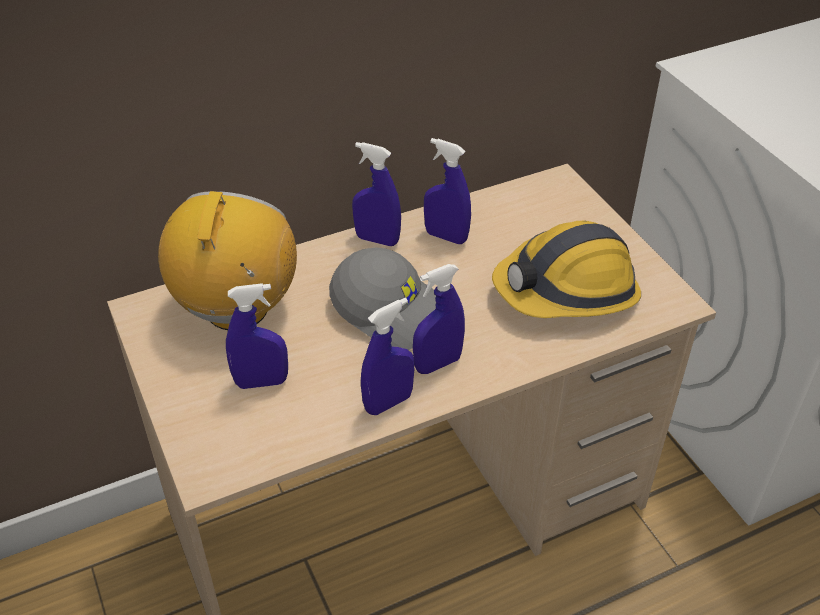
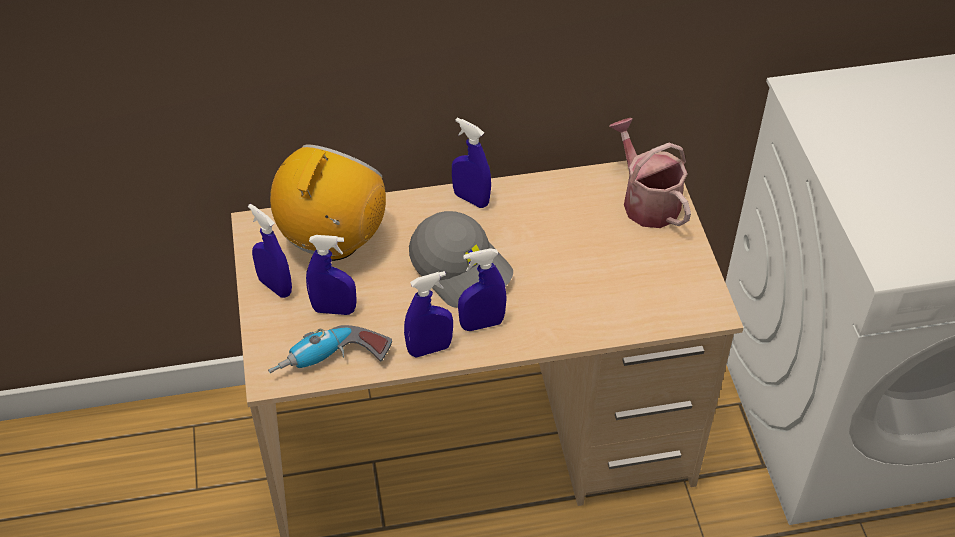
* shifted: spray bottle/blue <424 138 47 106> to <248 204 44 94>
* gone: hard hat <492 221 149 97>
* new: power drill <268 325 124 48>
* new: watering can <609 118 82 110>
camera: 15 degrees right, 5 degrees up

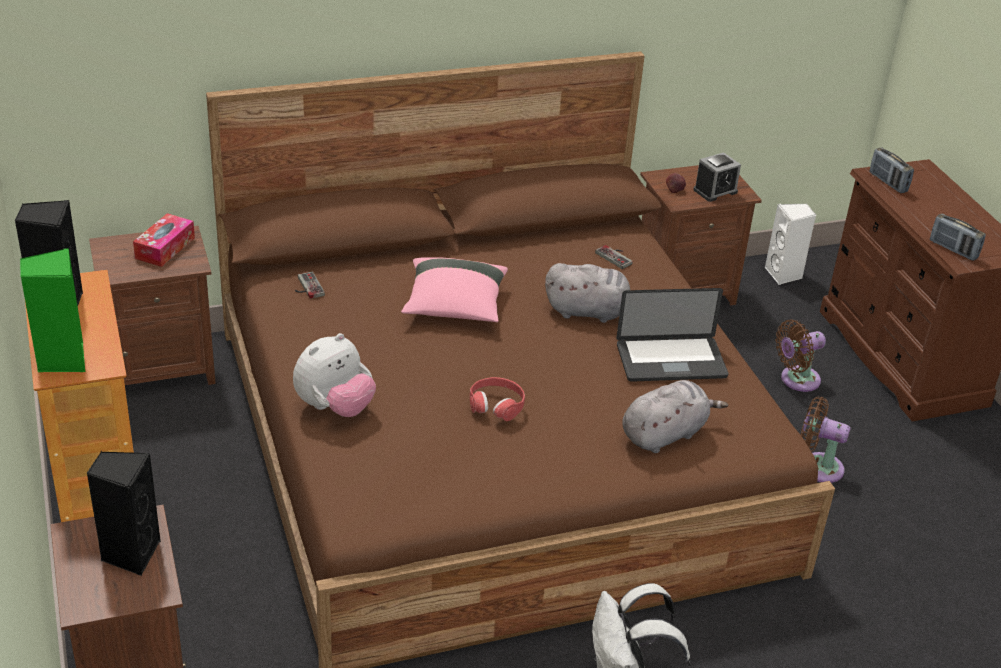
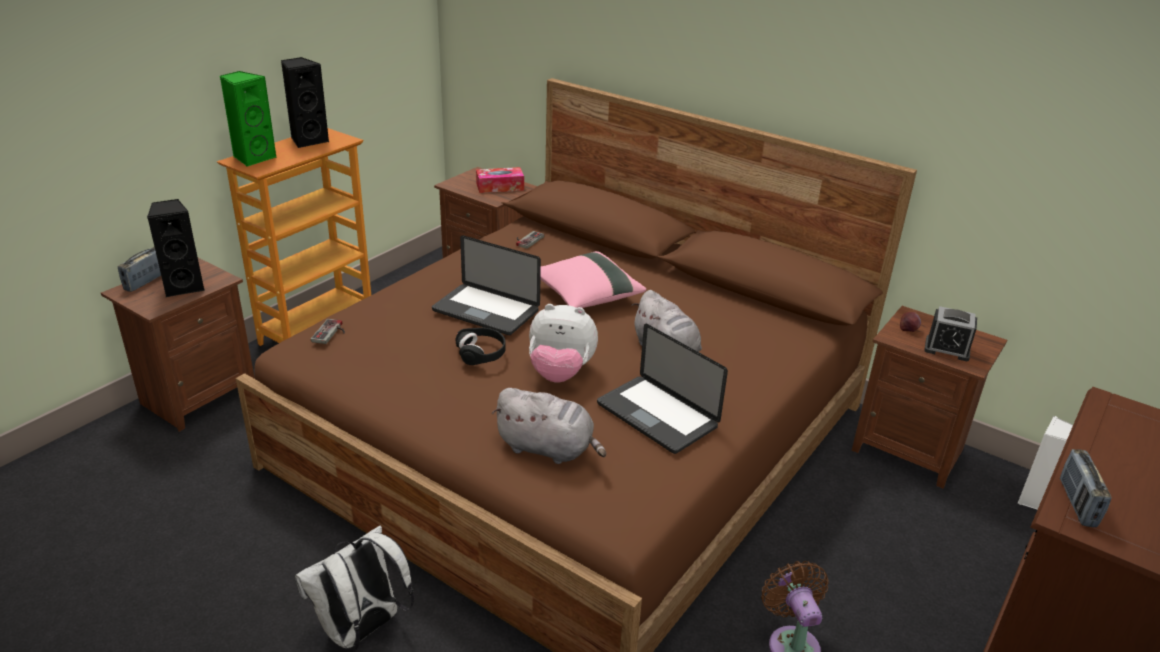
* shifted: plush toy <293 333 83 84> to <529 304 69 78>
* repainted: headphones/red <470 377 55 44> to headphones/black <455 328 51 37>
* shifted: game controller <595 245 38 24> to <311 319 34 25>
* gone: fan/brown <775 319 51 73>
* shifted: radio <869 148 45 45> to <117 247 44 45>
* new: laptop <432 235 109 100>
camera: 55 degrees right, 5 degrees down

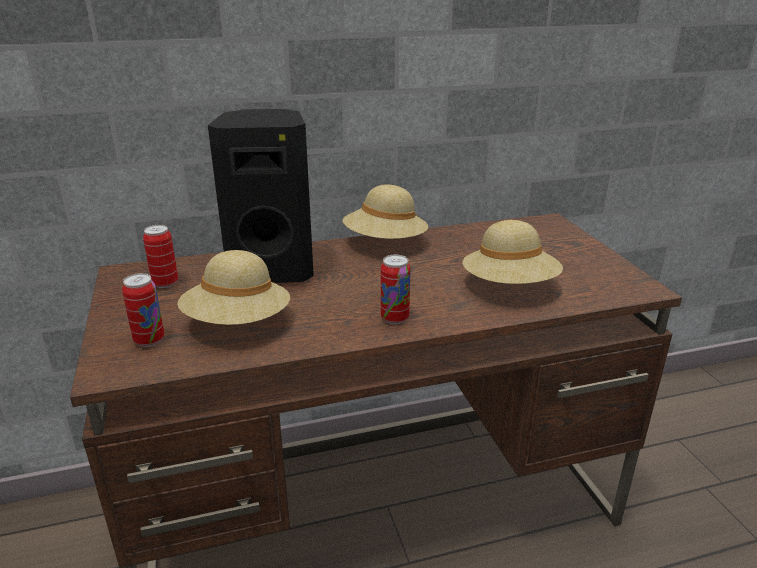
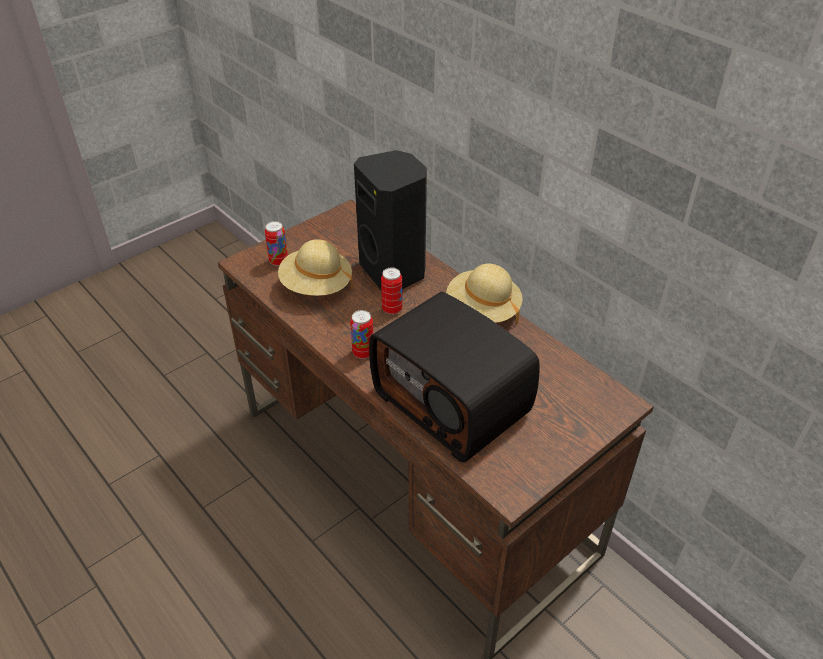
* shifted: can <143 225 35 63> to <381 267 22 48>
* swapped: hat/beige <463 220 100 64> to radio <369 292 171 170>
camera: 65 degrees right, 15 degrees up

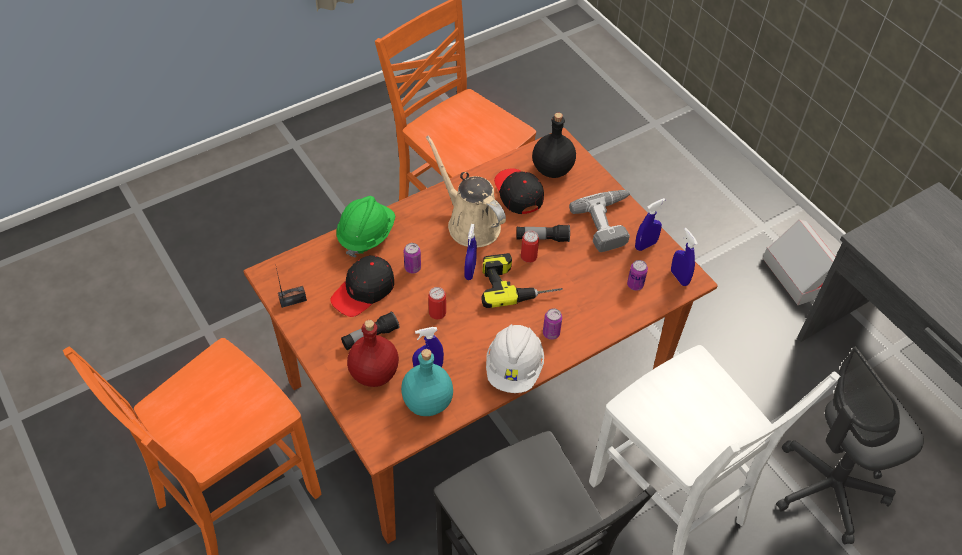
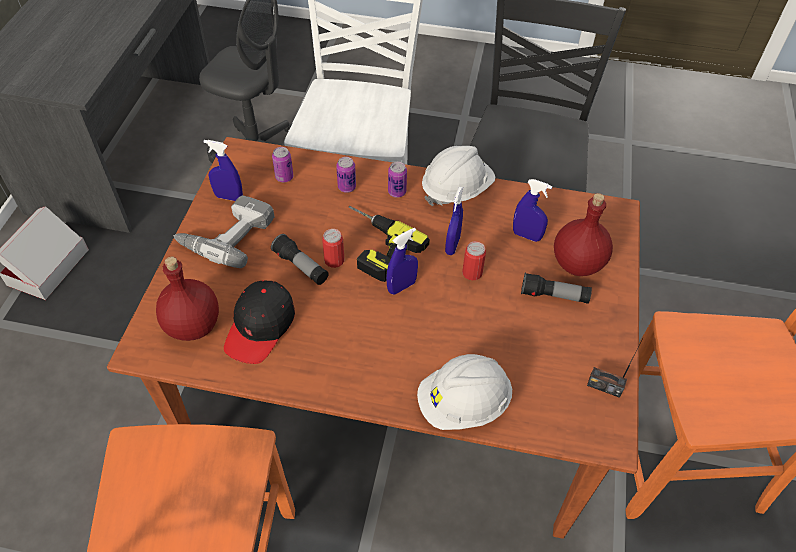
* gone: cap/black <330 255 64 62>
* repainted: hard hat/green <337 196 58 62> to hard hat/white <417 354 95 76>
* gone: bottle/turquoise <401 349 52 67>
* shifted: can <404 243 17 31> to <336 157 20 36>
* gone: watering can/beige <426 135 80 112>
* repainted: bottle/black <532 113 44 65> to bottle/red <156 256 63 85>
* shifted: spray bottle/blue <671 228 27 58> to <445 187 18 68>
camera: 135 degrees left, 0 degrees up

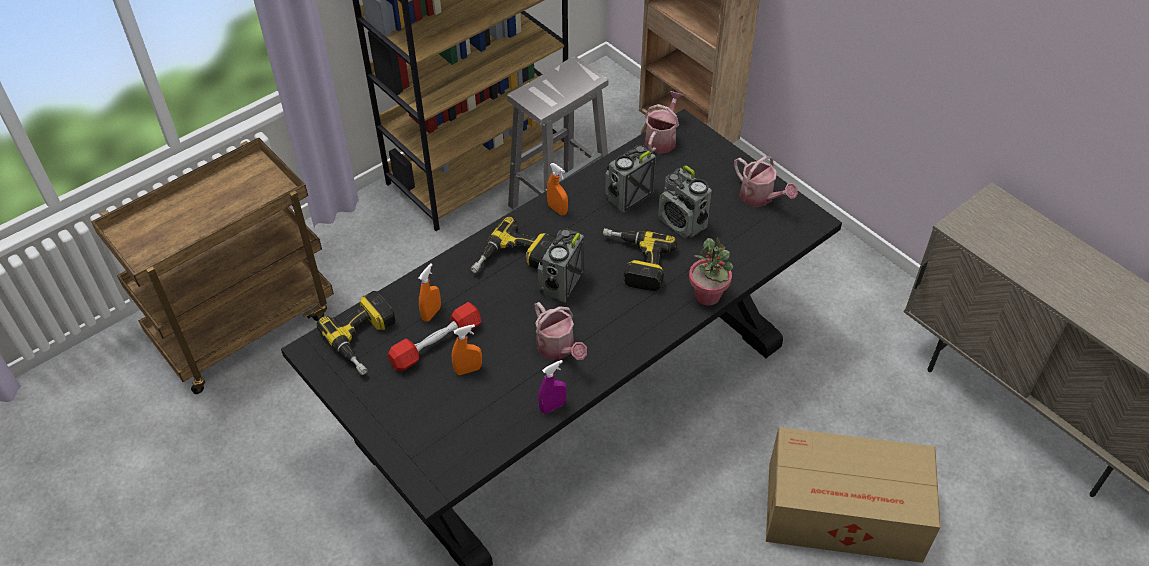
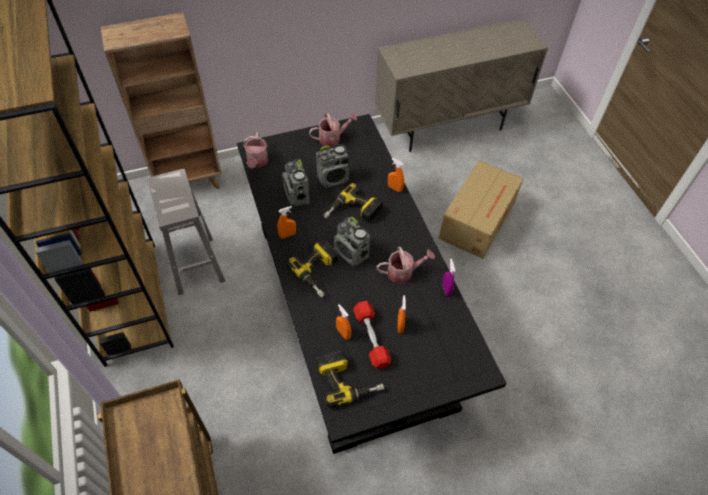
* rotated: watering can <645 91 38 62> = <243 133 25 35> 135 degrees counterclockwise
* swapped: potted plant <689 237 44 68> to spray bottle/orange <388 158 16 34>
camera: 70 degrees left, 5 degrees up

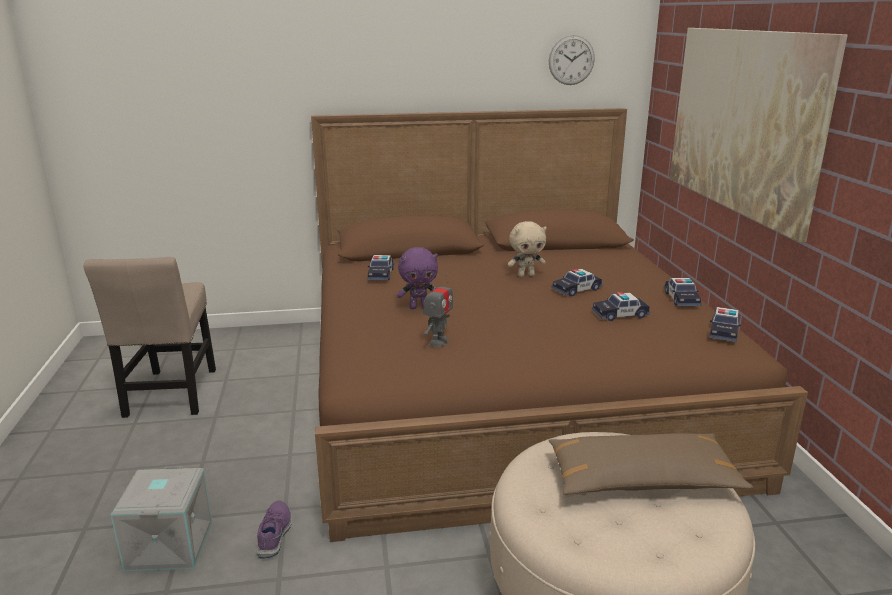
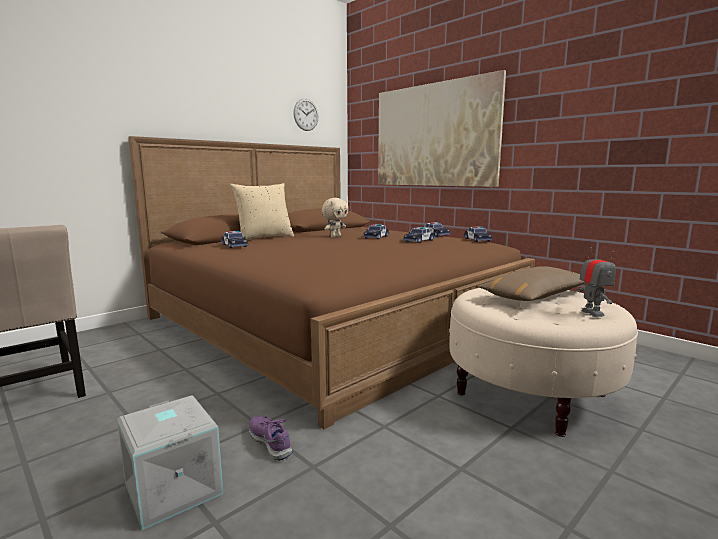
* gone: plush toy/purple <397 247 41 62>
* shifted: toy robot <423 274 30 73> to <577 247 39 70>
* new: pillow/beige <230 183 64 57>
camera: 35 degrees left, 10 degrees down

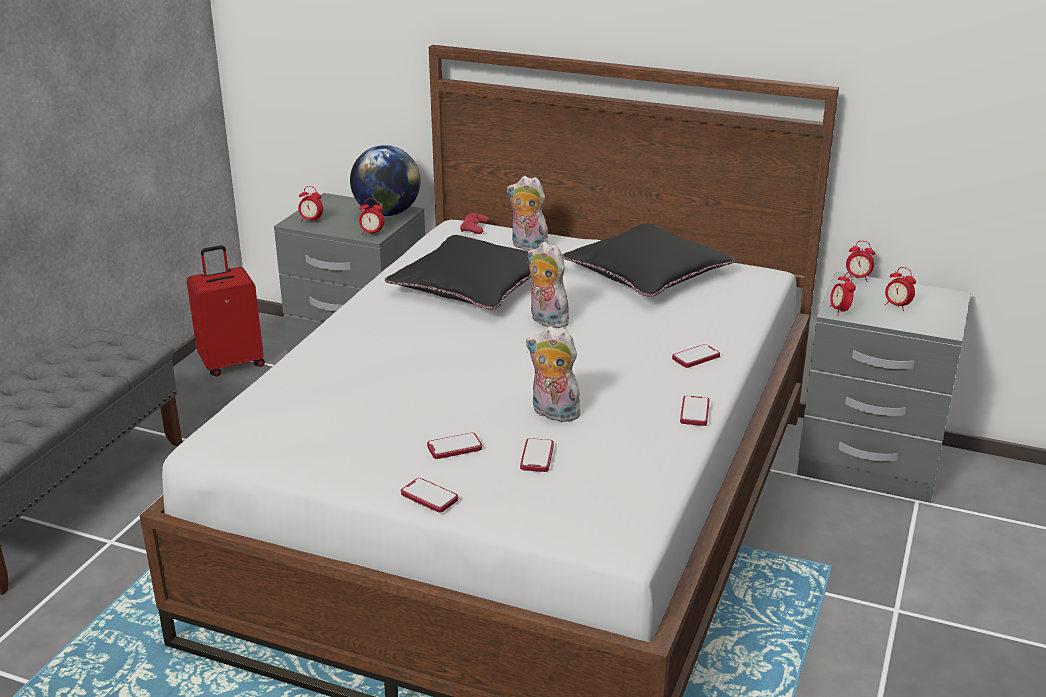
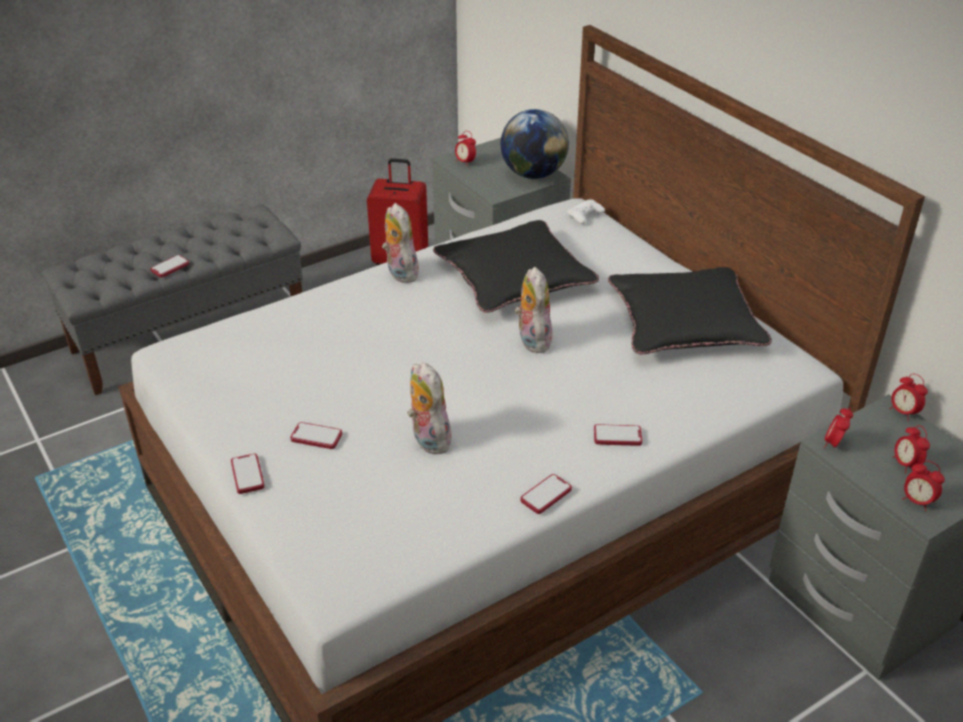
* shifted: alarm clock <359 198 25 38> to <902 460 43 51>
* repainted: game controller/red <460 213 29 21> to game controller/white <567 199 38 25>
* shifted: plush toy <507 176 41 75> to <382 203 37 80>
* shifted: phone <520 438 34 34> to <151 255 38 23>
camera: 35 degrees right, 10 degrees up

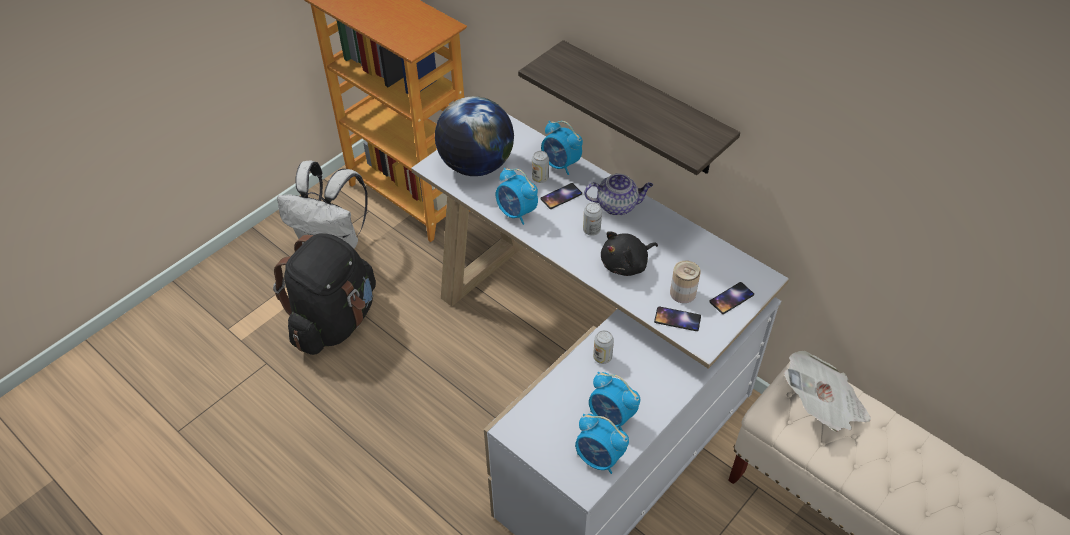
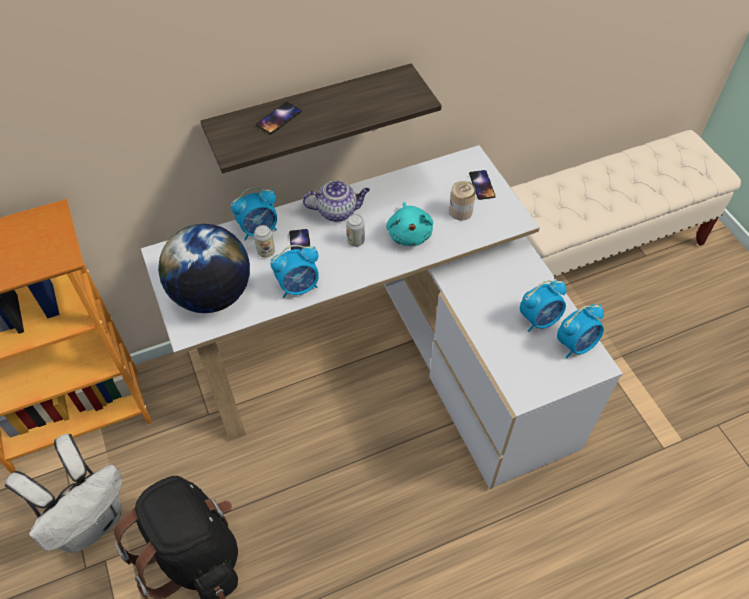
* rotated: teapot <584 173 69 43> = <303 180 67 42> 60 degrees clockwise
* gone: can <593 330 21 34>
* repainted: plush toy/black <601 231 57 45> to plush toy/turquoise <386 202 47 44>
* shifted: phone <654 306 47 25> to <256 102 45 32>
* gone: newspaper <784 351 87 81>
camera: 65 degrees left, 5 degrees up

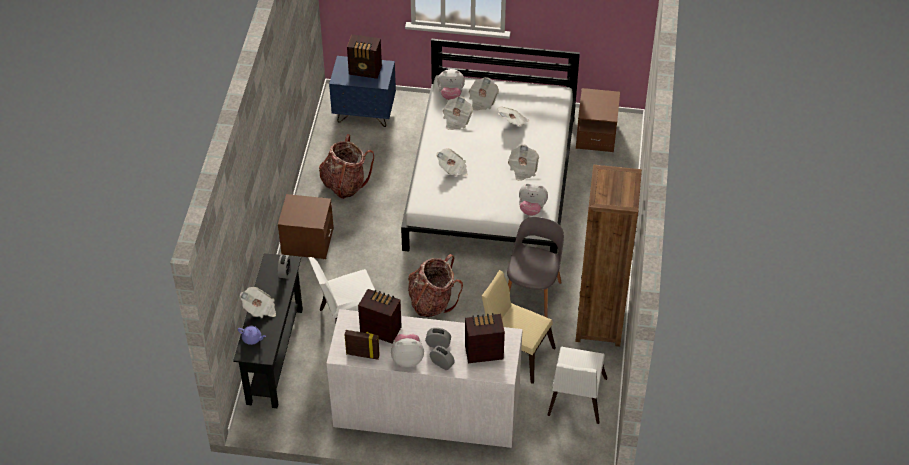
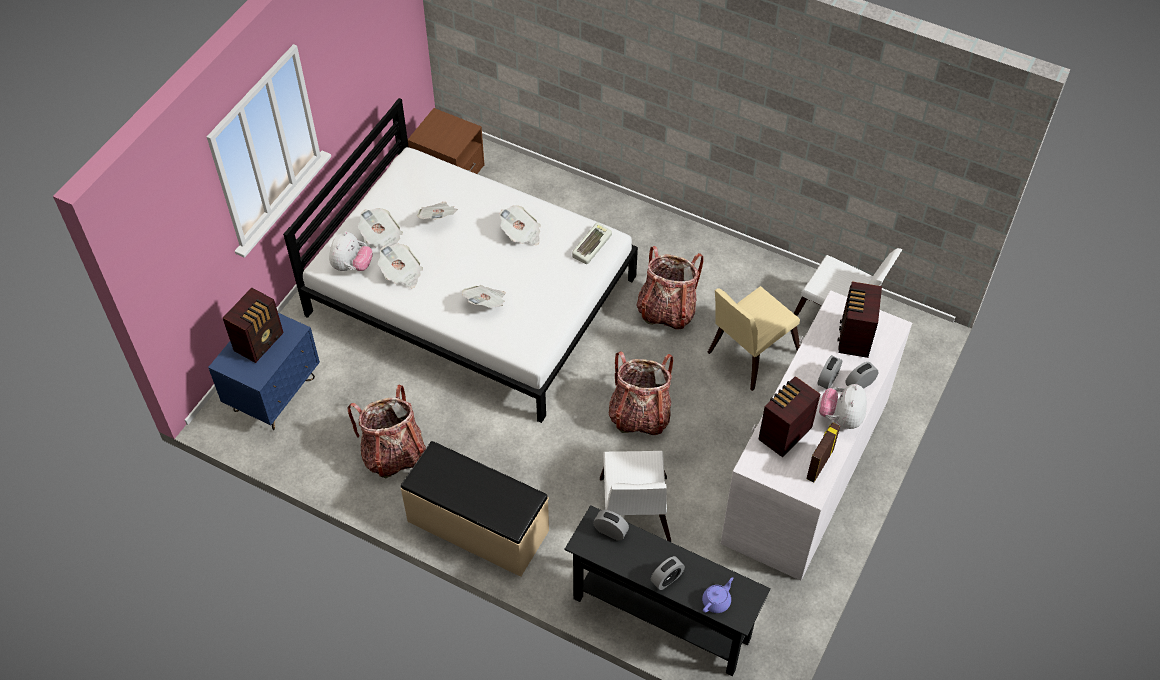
* swapped: newspaper <240 287 36 31> to alarm clock <651 556 34 34>
* swapped: nightstand/brown <278 194 56 66> to bench/beige <401 441 148 136>
* swapped: chair/grey <507 217 57 101> to backpack <637 246 67 84>
* swapped: plush toy <519 182 29 34> to keyboard <572 222 40 42>
* gone: bookcase/brown <575 165 67 182>
camera: 70 degrees left, 5 degrees up

